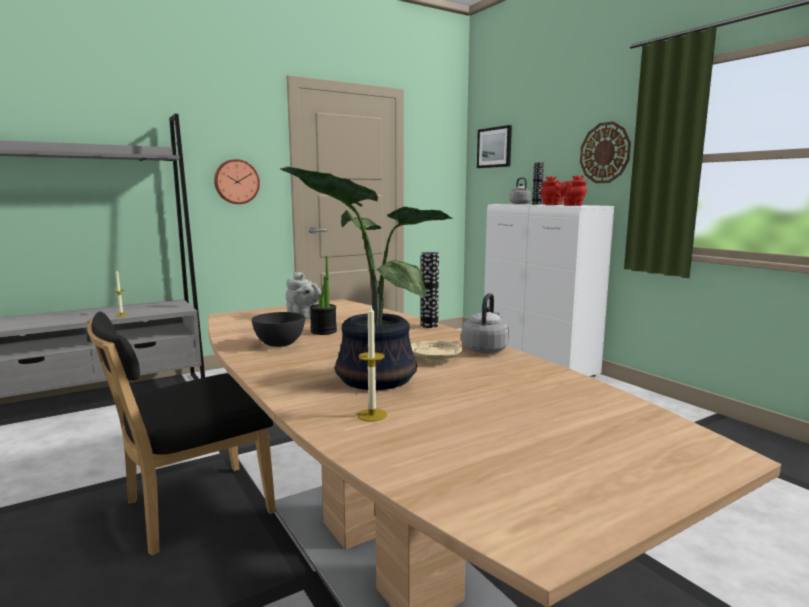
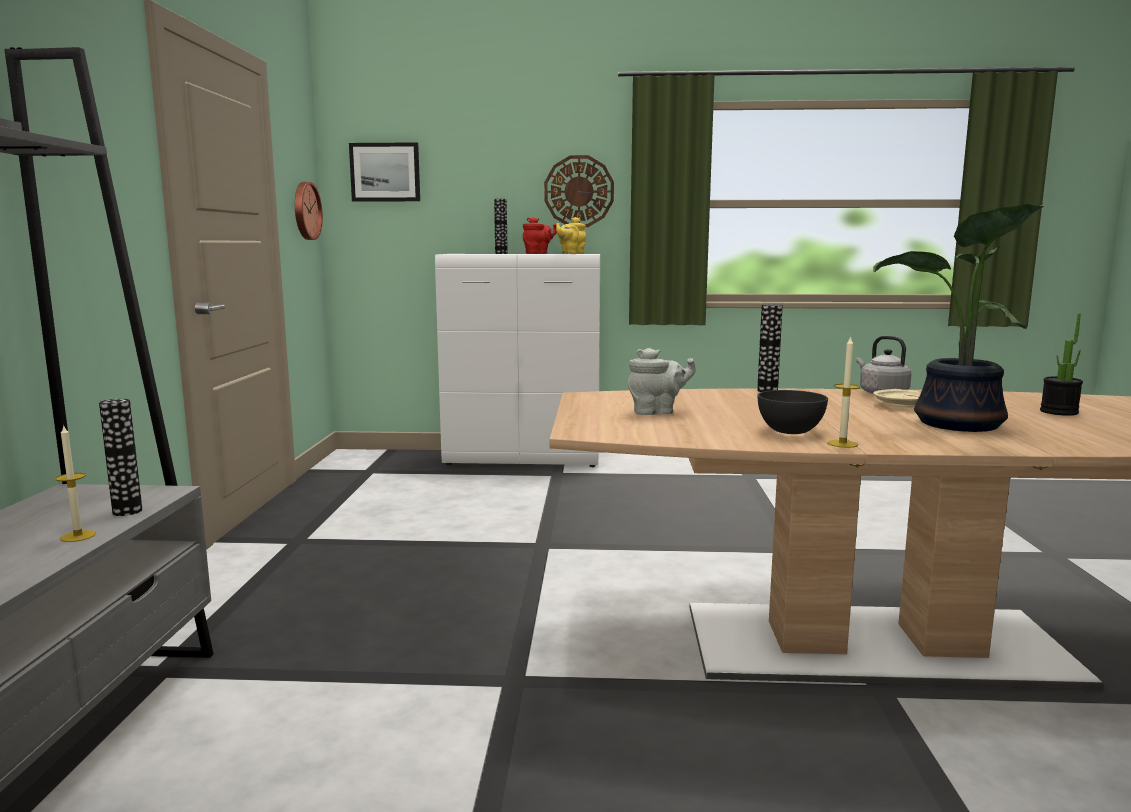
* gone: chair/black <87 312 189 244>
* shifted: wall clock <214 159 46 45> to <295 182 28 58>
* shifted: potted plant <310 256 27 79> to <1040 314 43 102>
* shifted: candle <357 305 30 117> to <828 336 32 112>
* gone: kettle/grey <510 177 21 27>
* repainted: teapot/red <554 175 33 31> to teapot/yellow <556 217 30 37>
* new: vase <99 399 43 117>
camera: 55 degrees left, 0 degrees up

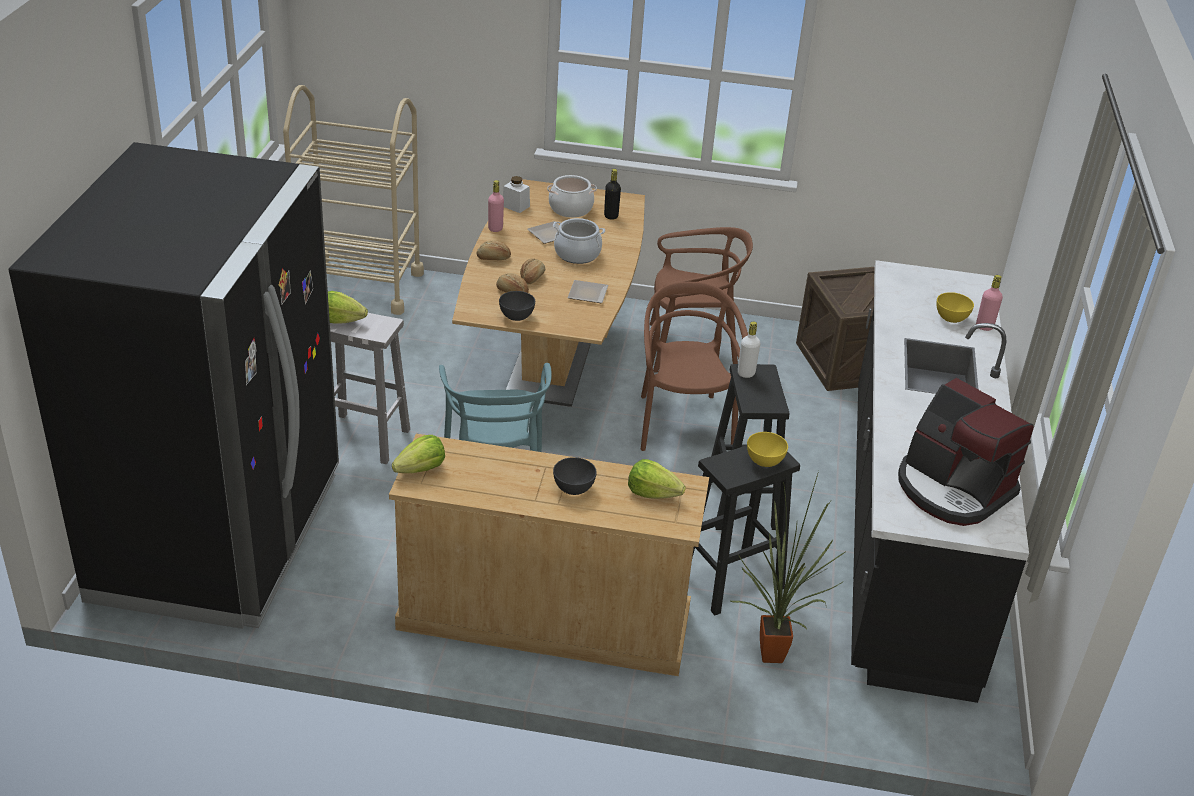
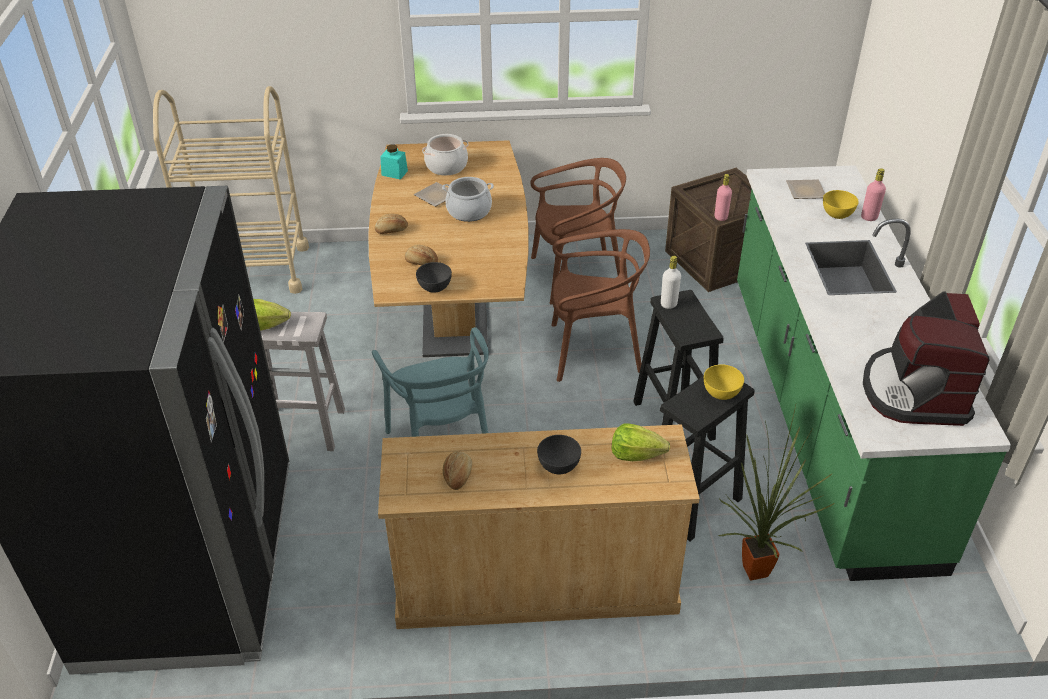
* gone: lettuce <392 435 53 38>
* shifted: bottle/pink <488 180 16 52> to <714 174 18 47>
* repainted: jar/white <503 176 27 37> to jar/turquoise <380 144 28 36>
* shifted: bread <520 258 25 26> to <443 451 29 39>
* shifted: plate <568 280 40 23> to <786 179 39 20>
* gone: bottle/black <604 169 17 51>
* rotated: chair/brown <641 282 107 169> = <551 229 99 153> 105 degrees clockwise
* repainted: counter/black <851 260 178 443> to counter/green <737 165 274 416>
* rotated: coffee machine <898 378 136 148> = <863 291 126 135> 60 degrees clockwise
camera: 10 degrees left, 5 degrees up

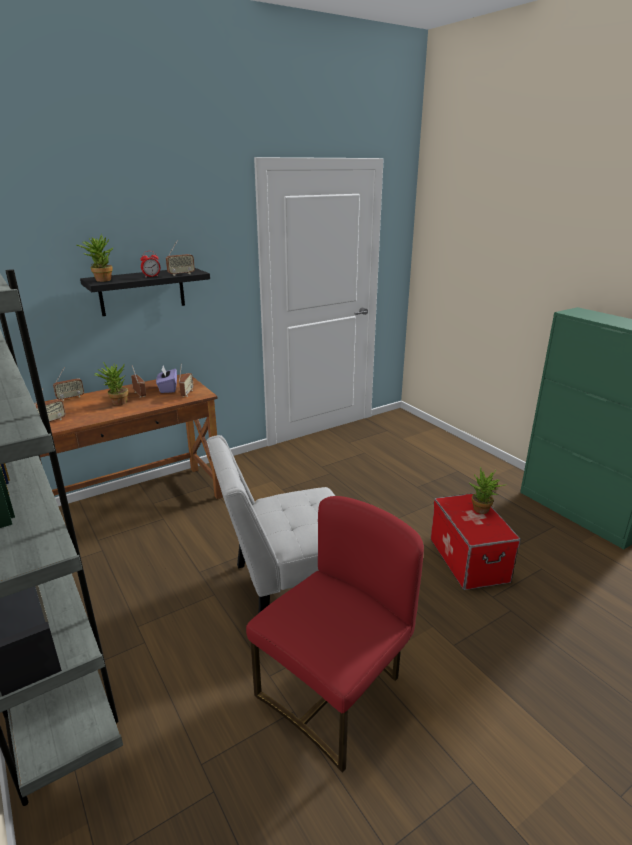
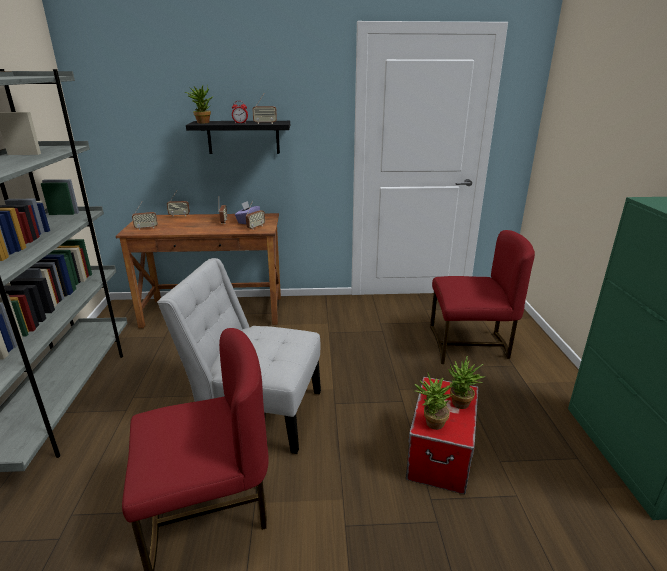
* shifted: potted plant <95 362 33 43> to <414 372 41 58>
* new: chair/red <430 230 105 134>
camera: 30 degrees right, 0 degrees up

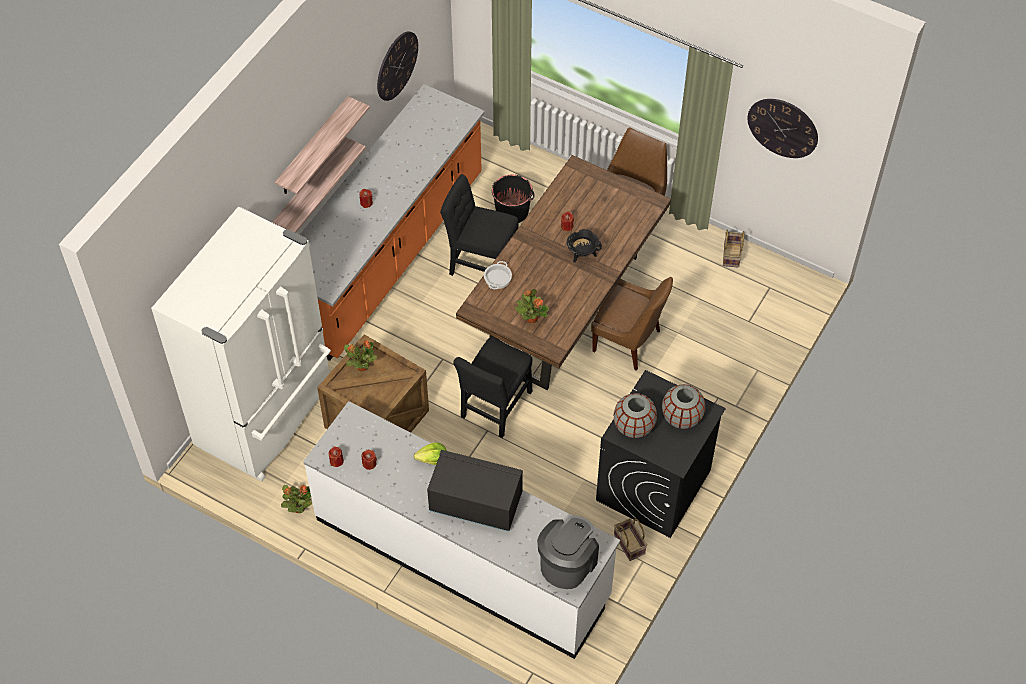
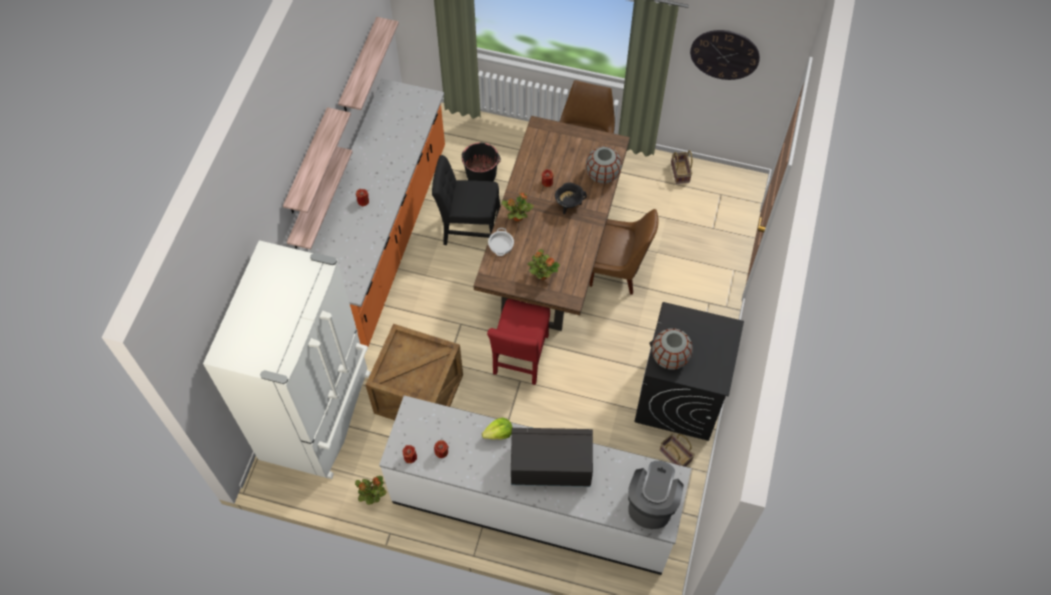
* shifted: potted plant <344 340 33 31> to <502 193 32 29>
* swapped: wall clock <377 31 41 70> to shelf <338 17 61 95>
* repainted: chair/black <453 337 79 101> to chair/red <487 299 63 86>
* shifted: vase/grey <662 384 43 45> to <586 146 36 38>
camera: 15 degrees left, 5 degrees up

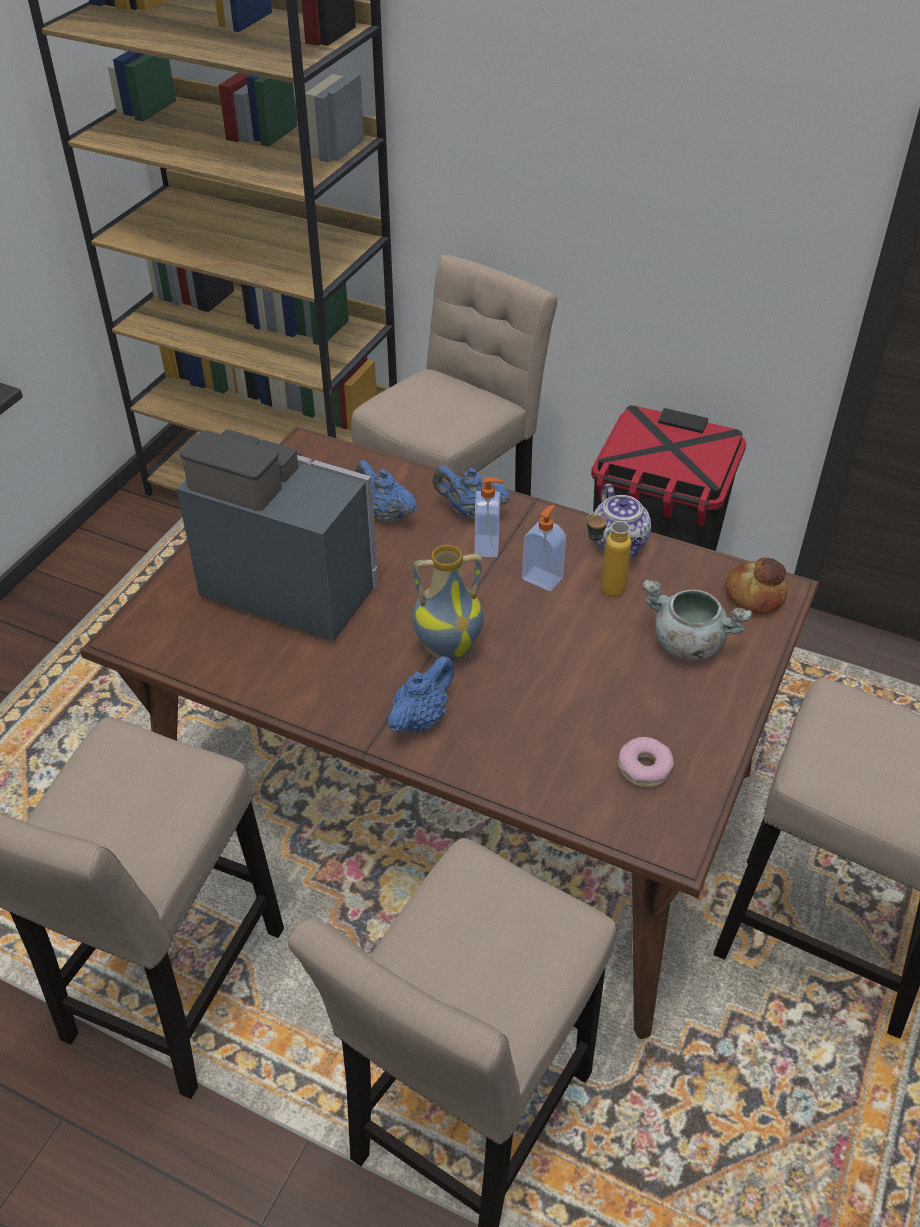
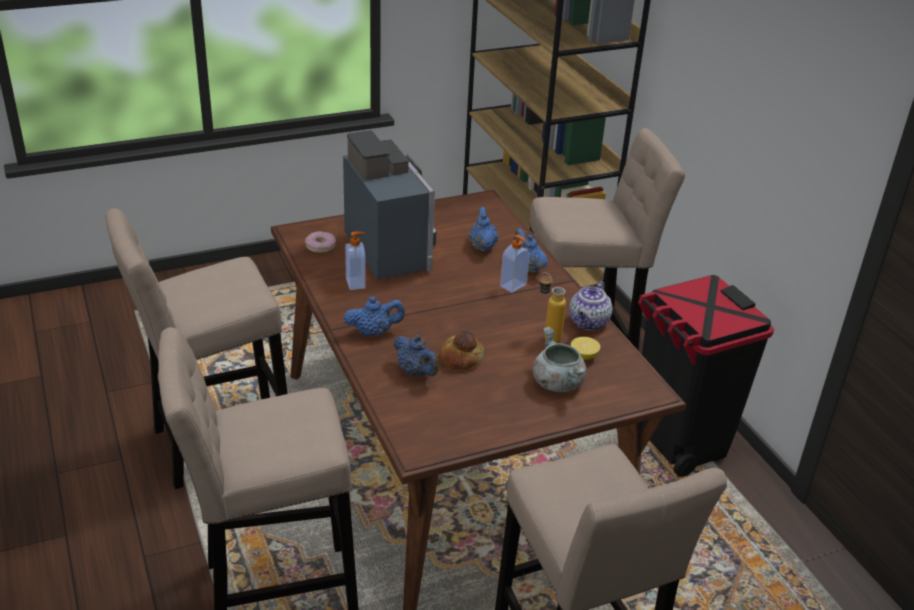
* gone: vase <412 545 71 116>
* shifted: soap dispenser <522 505 44 86> to <345 231 21 59>
* shifted: donut <618 737 56 50> to <305 231 31 22>
* shifted: bread <725 557 62 57> to <440 331 44 39>
* new: teapot/blue <394 335 45 41>
* new: lemon <571 337 29 23>
camera: 40 degrees right, 10 degrees down

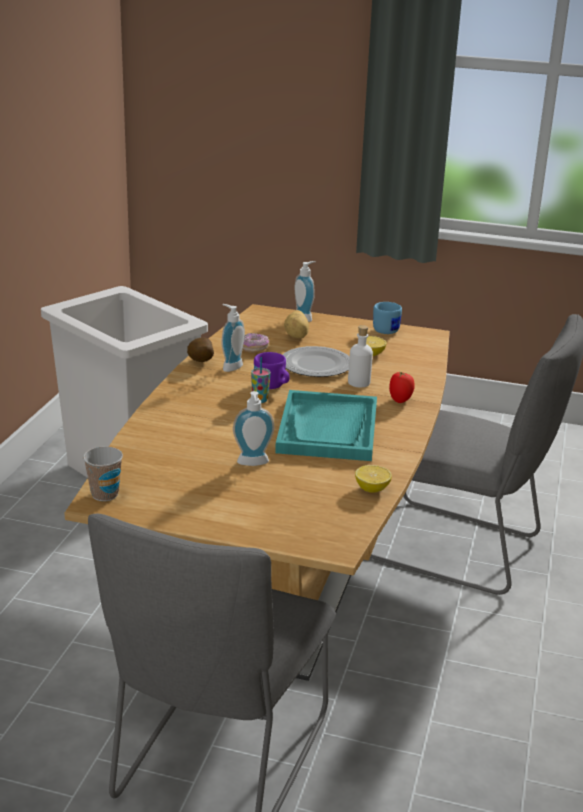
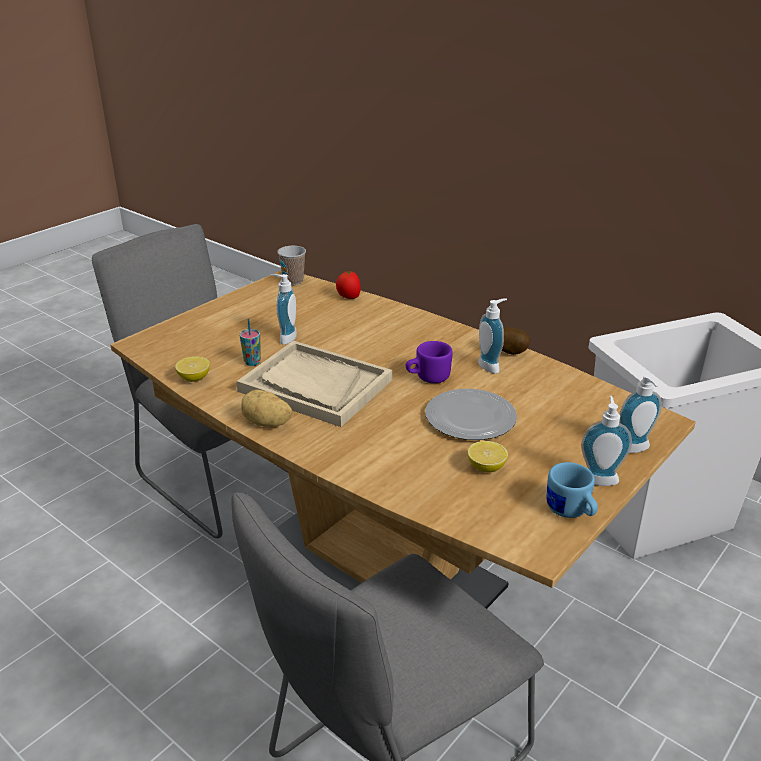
* gone: donut <243 333 26 20>
* shifted: cup <251 357 20 46> to <240 319 21 47>
* repainted: tray/turquoise <275 390 102 71> to tray/beige <236 341 156 86>
* shifted: potato <284 310 25 29> to <241 390 51 37>
* gone: bottle/white <348 325 25 62>
* shifted: tomato <389 371 26 32> to <336 271 25 28>
* new: soap dispenser <581 396 51 90>
camera: 115 degrees right, 5 degrees up

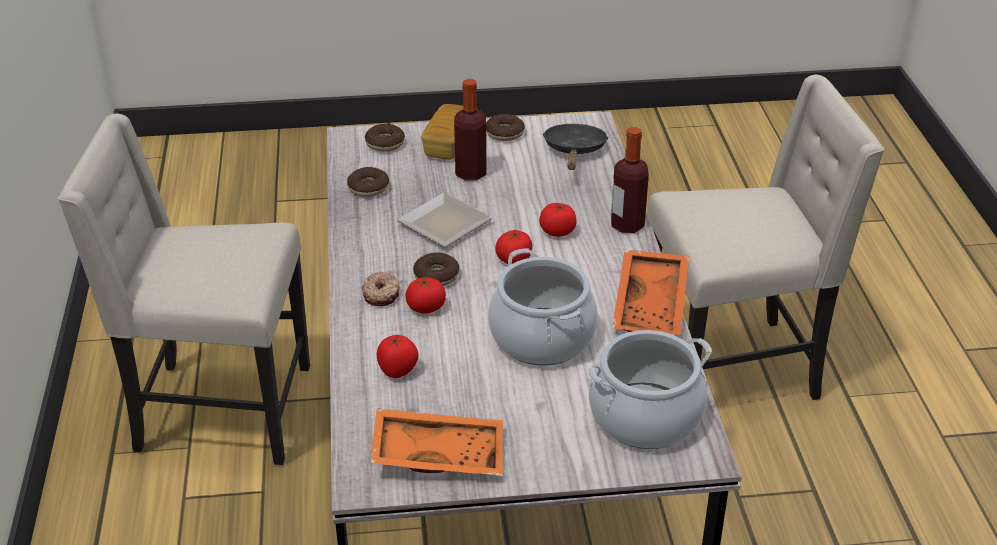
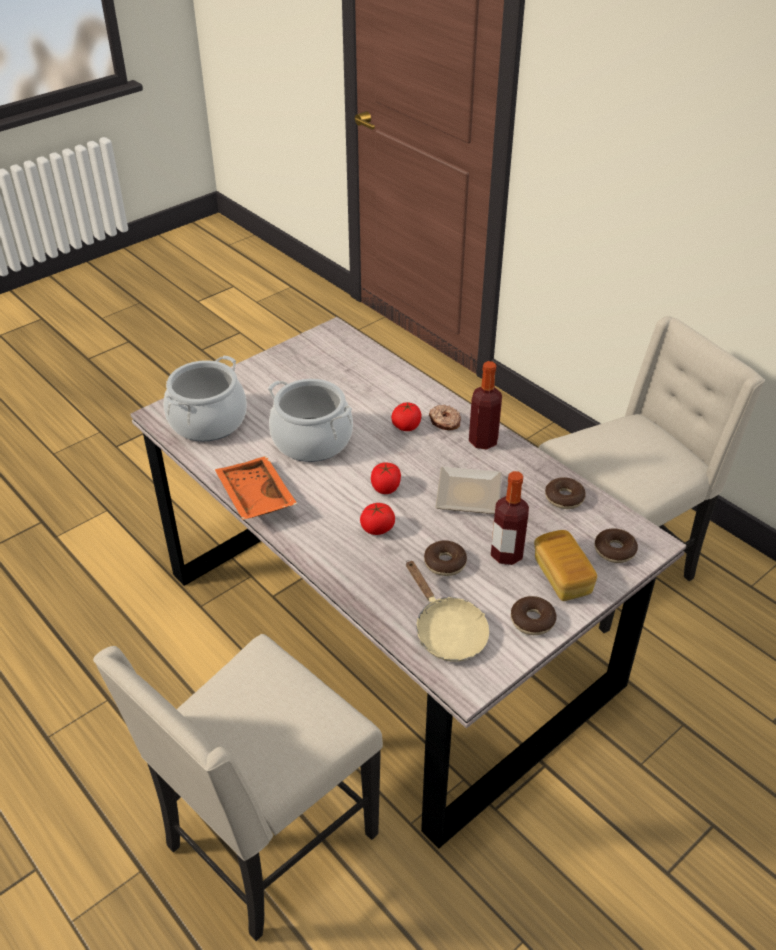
* gone: tray/orange <370 408 133 68>
* gone: tomato <377 334 41 44>
* shifted: donut <413 252 46 34> to <424 540 43 36>
* repainted: frying pan/black <543 124 65 46> to frying pan/beige <406 560 83 102>
* shifted: bottle <611 127 38 106> to <469 361 33 88>
camera: 145 degrees right, 5 degrees up

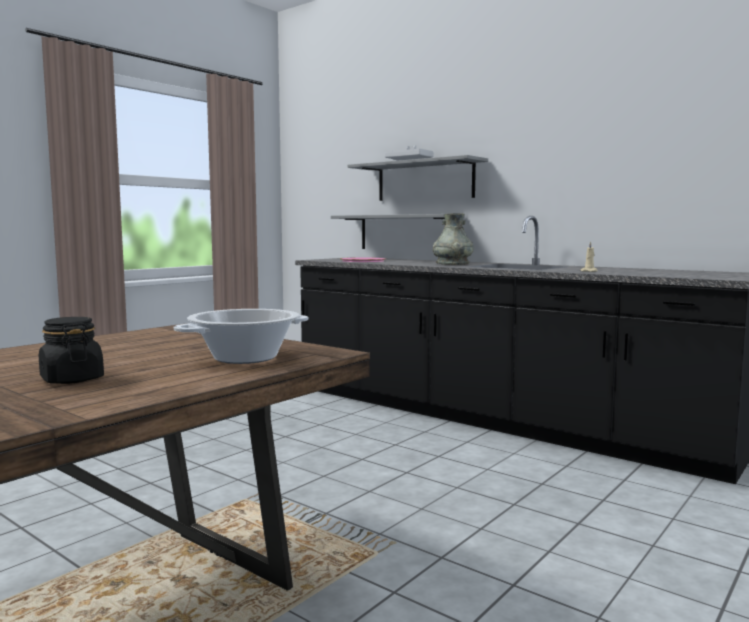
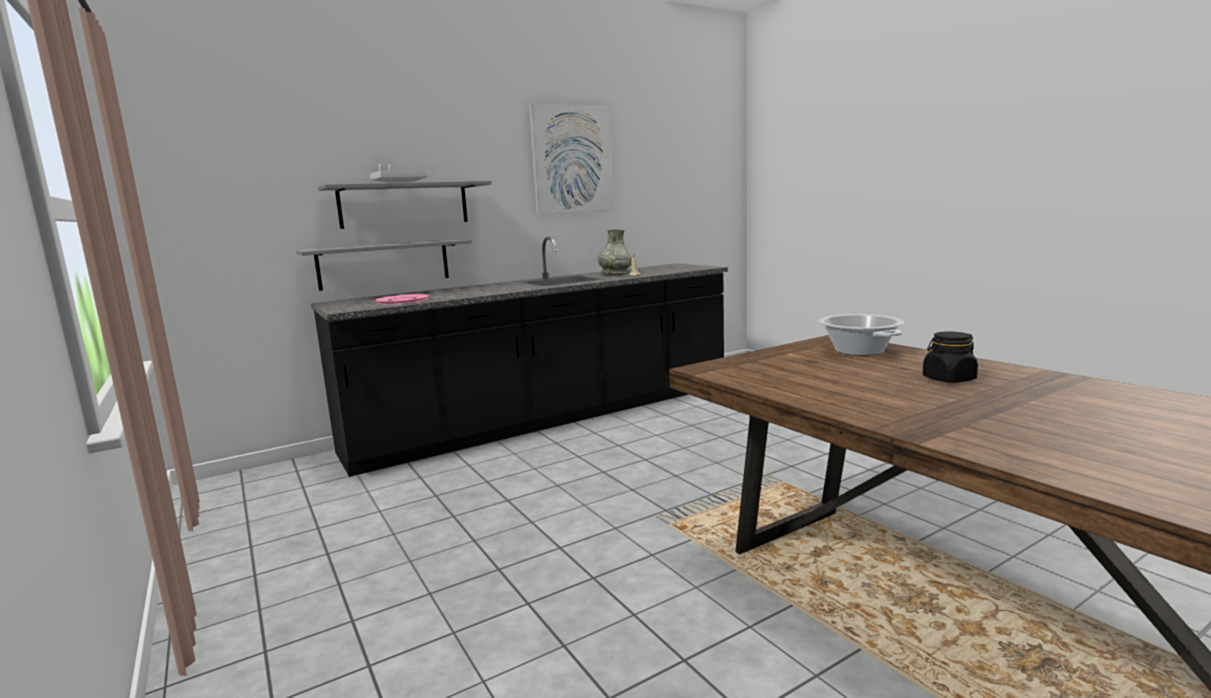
* shifted: vase/grey <433 213 41 52> to <598 230 34 45>
* new: picture <529 103 85 111>
camera: 70 degrees left, 5 degrees up

